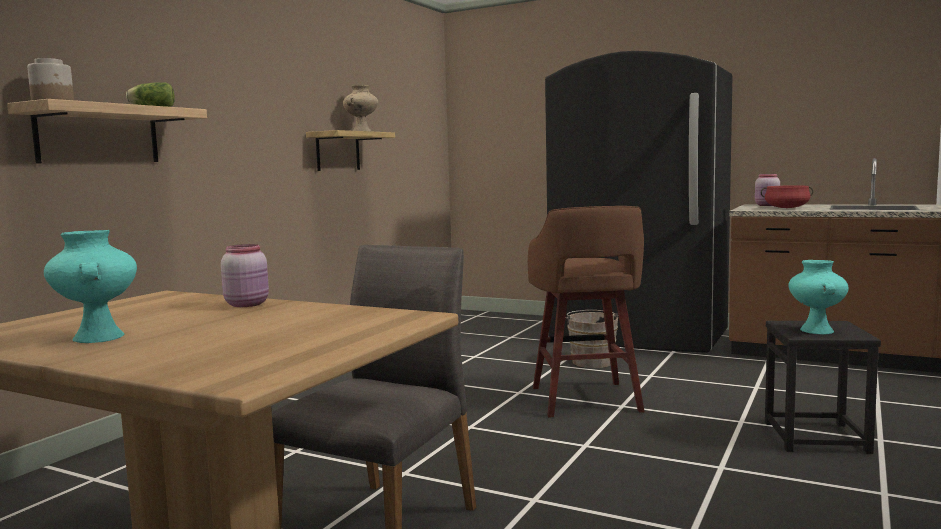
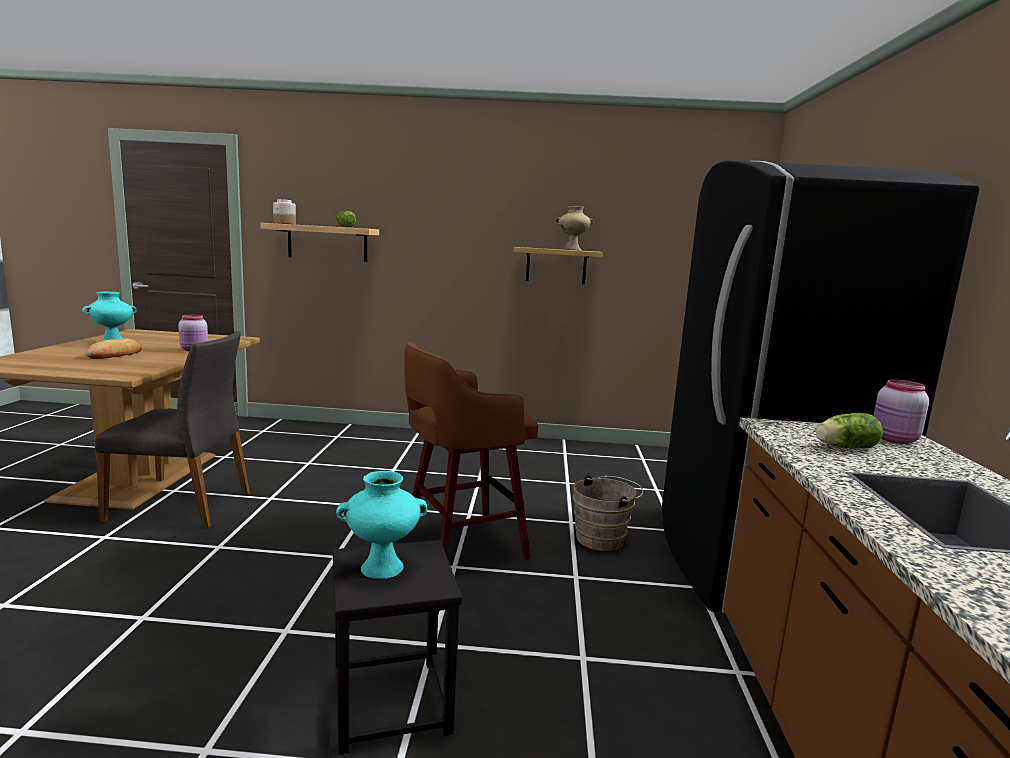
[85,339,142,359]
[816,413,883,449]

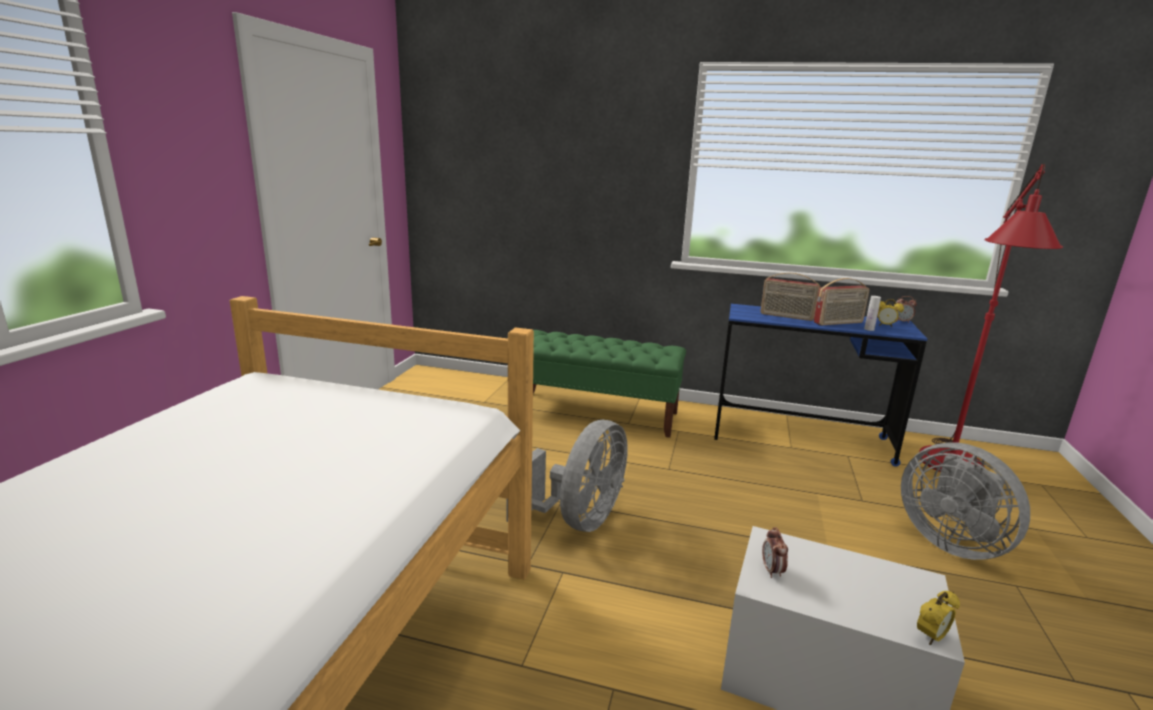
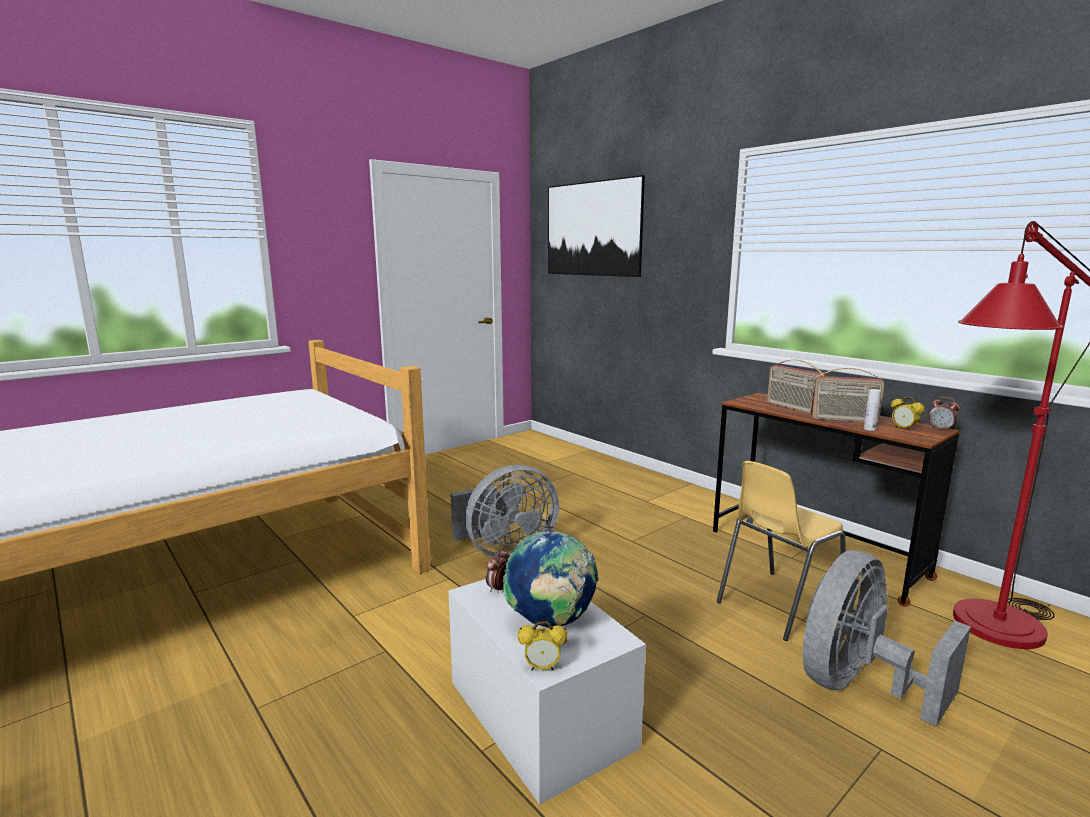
[503,531,599,628]
[548,175,645,277]
[713,393,960,607]
[717,461,846,641]
[802,550,971,727]
[533,330,686,438] (first image)

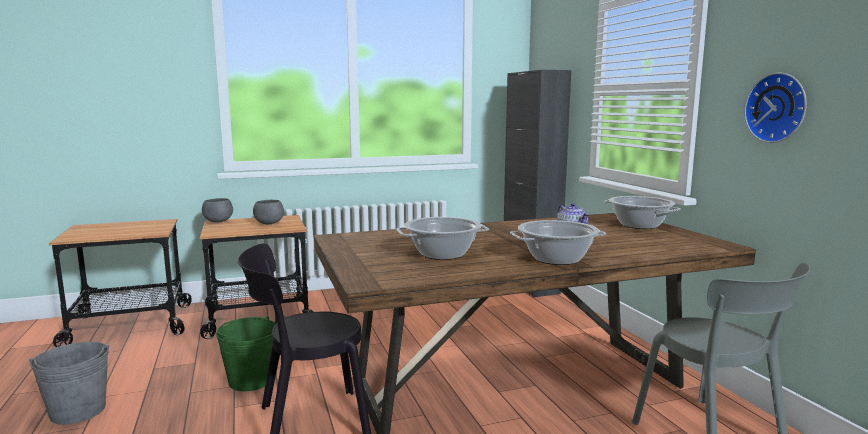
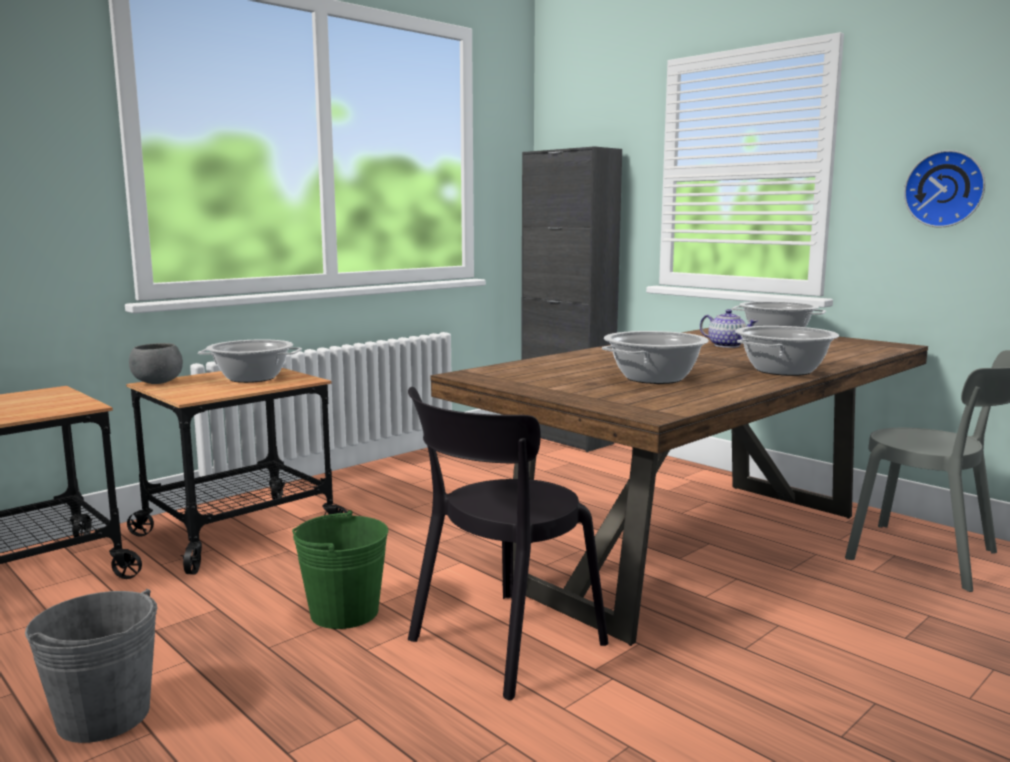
[198,339,302,383]

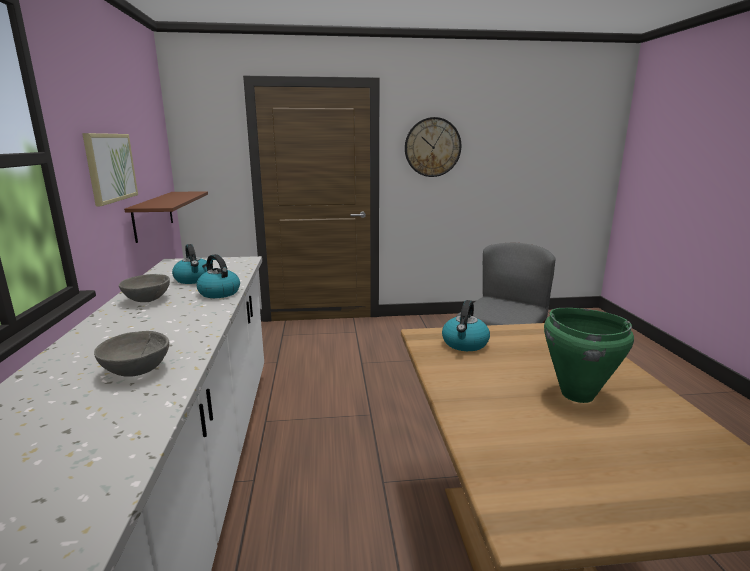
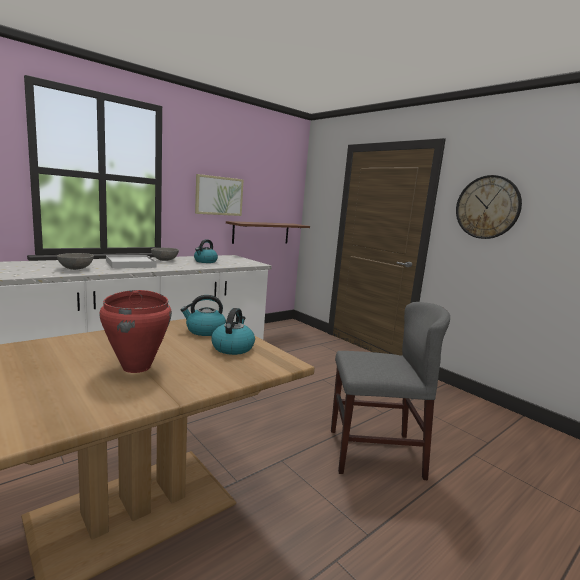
[99,290,172,373]
[106,255,156,268]
[211,308,255,355]

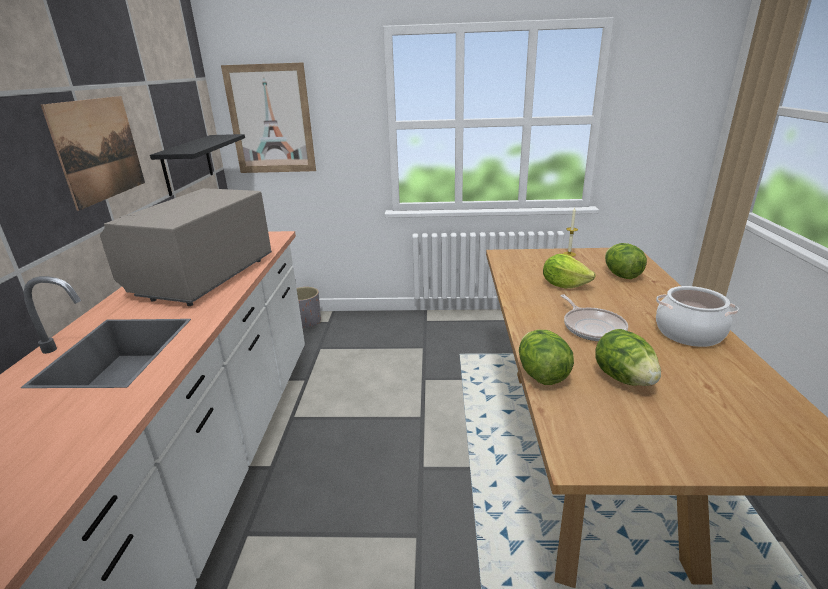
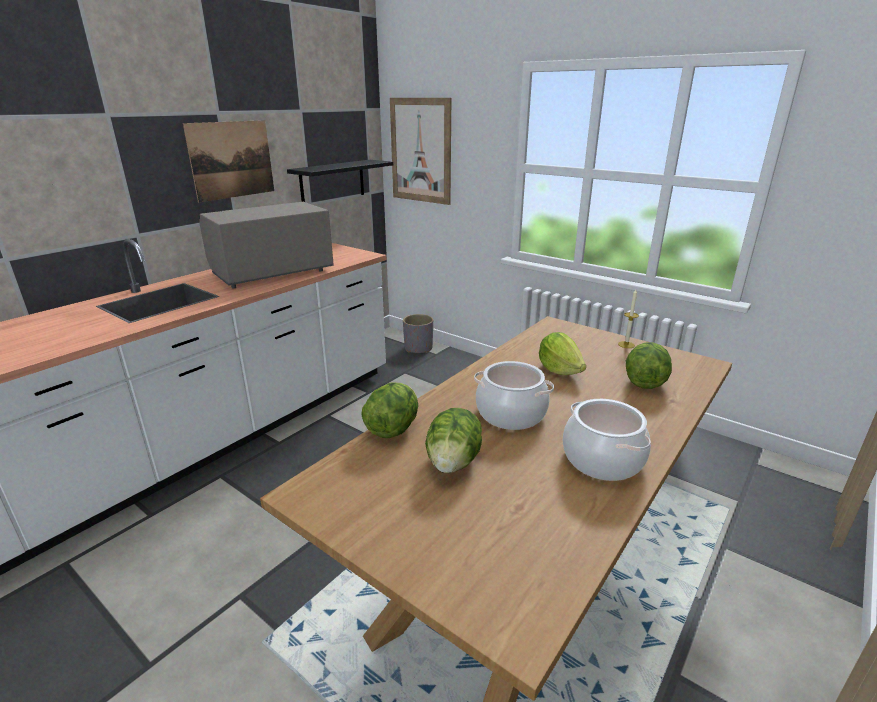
[474,361,554,430]

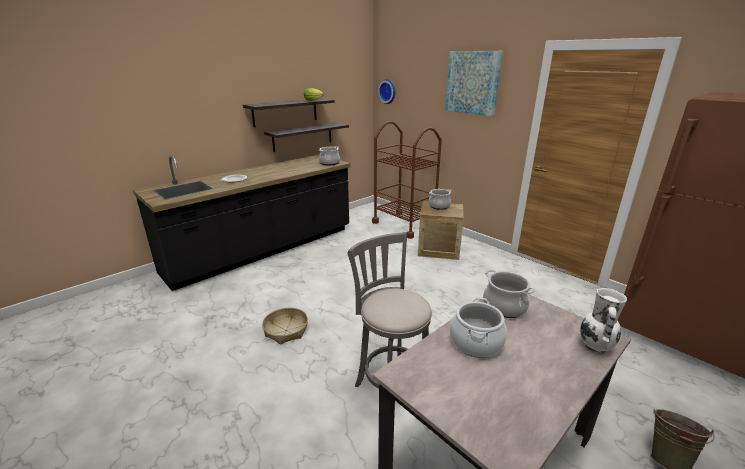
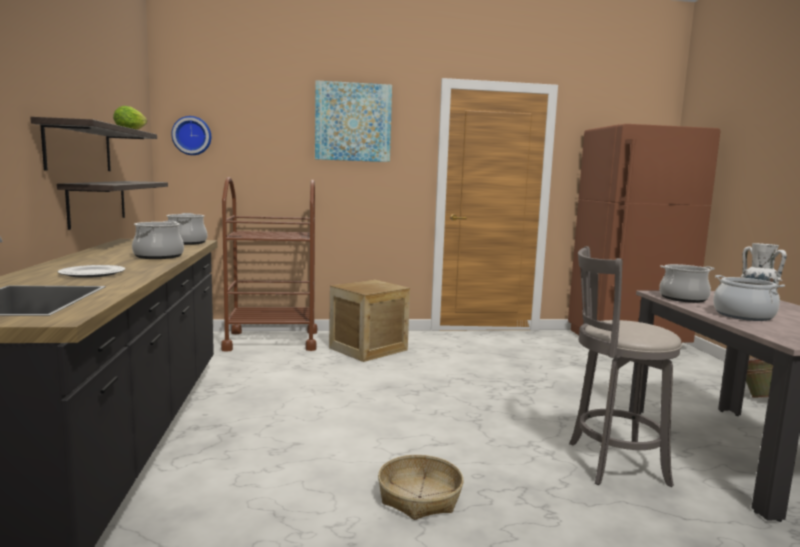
[132,221,184,259]

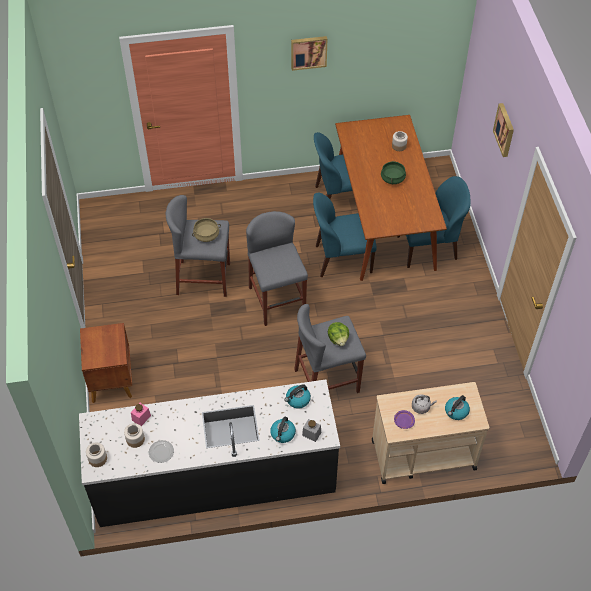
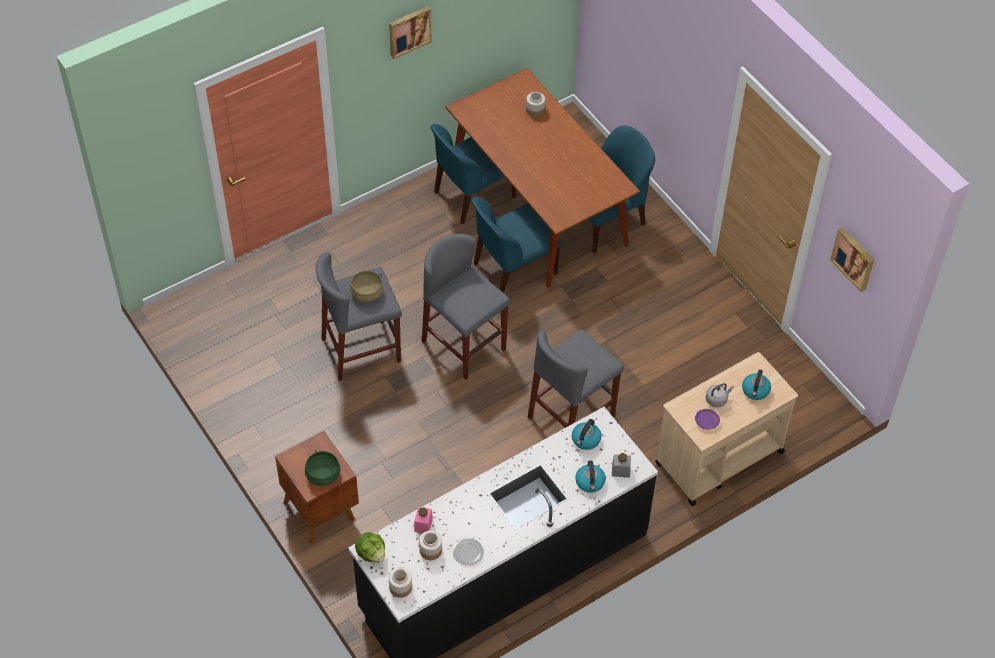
[305,450,341,486]
[355,532,385,563]
[830,228,874,292]

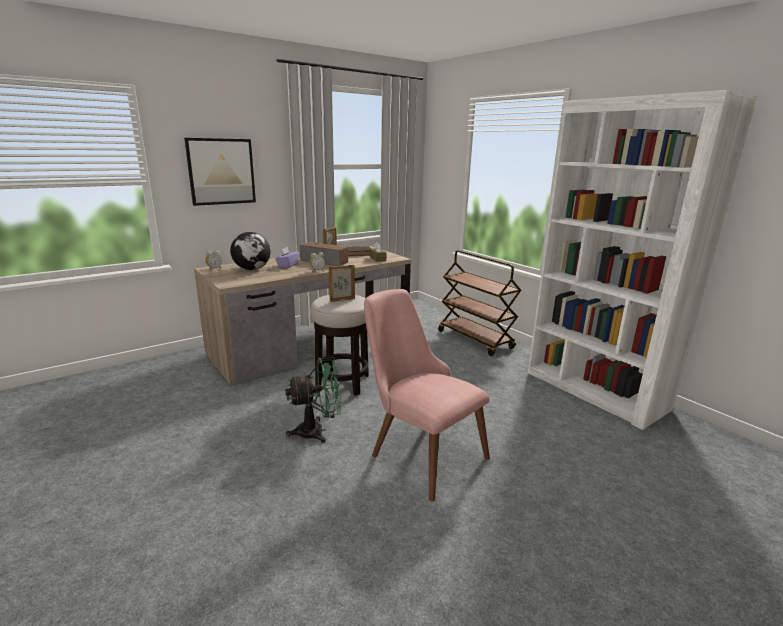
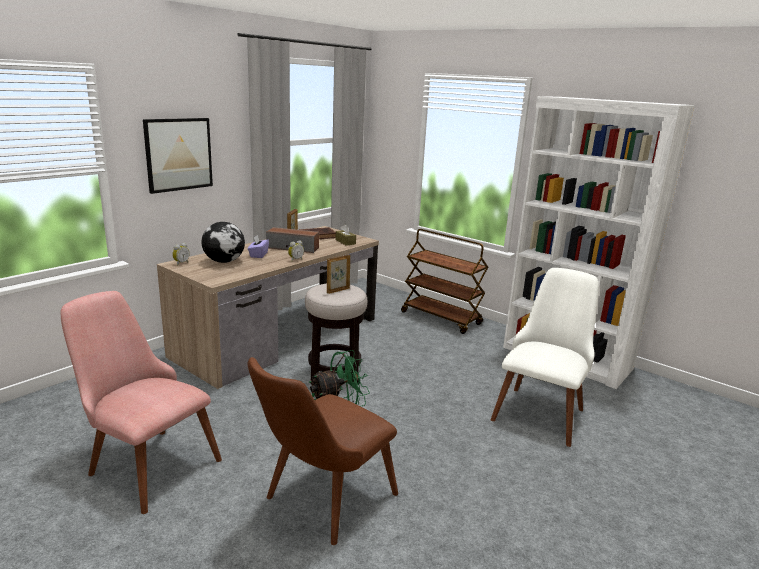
[60,291,222,514]
[248,357,398,545]
[491,268,599,447]

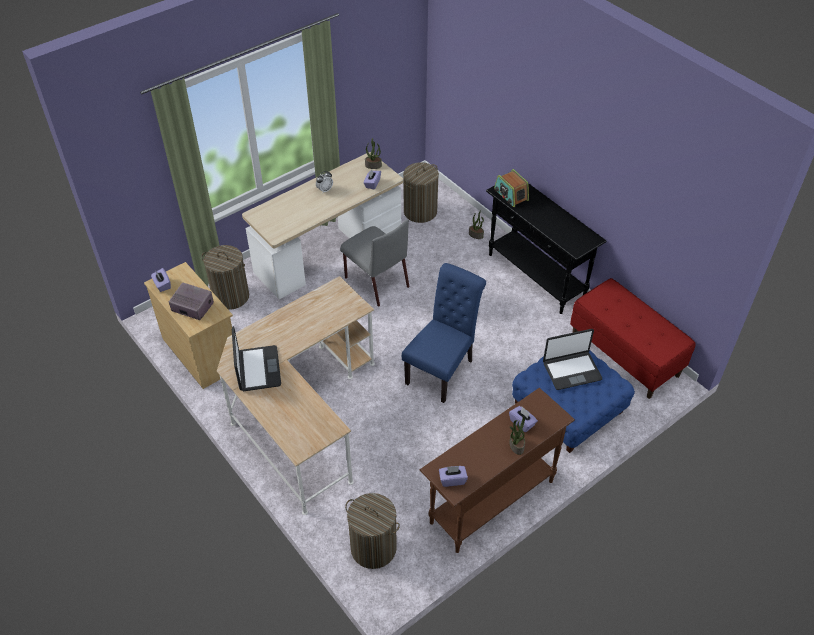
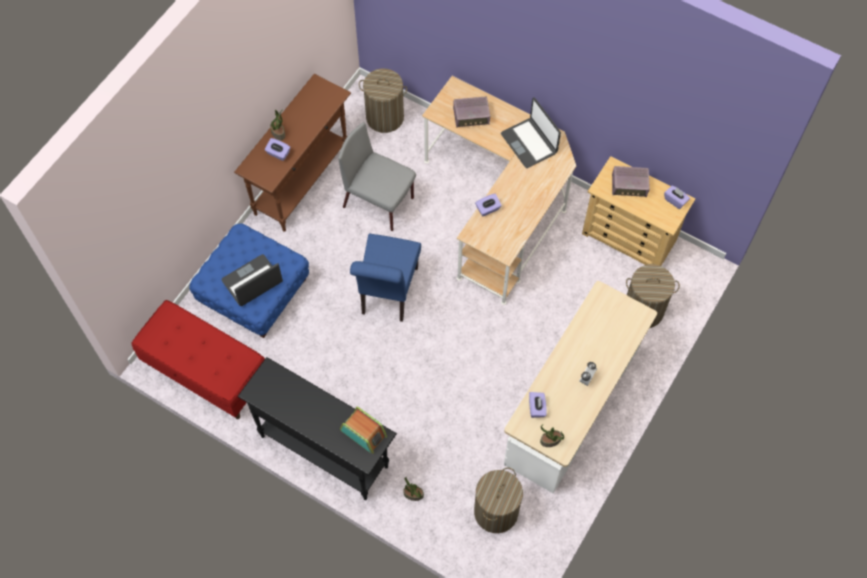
[338,122,416,231]
[453,97,490,128]
[475,194,502,216]

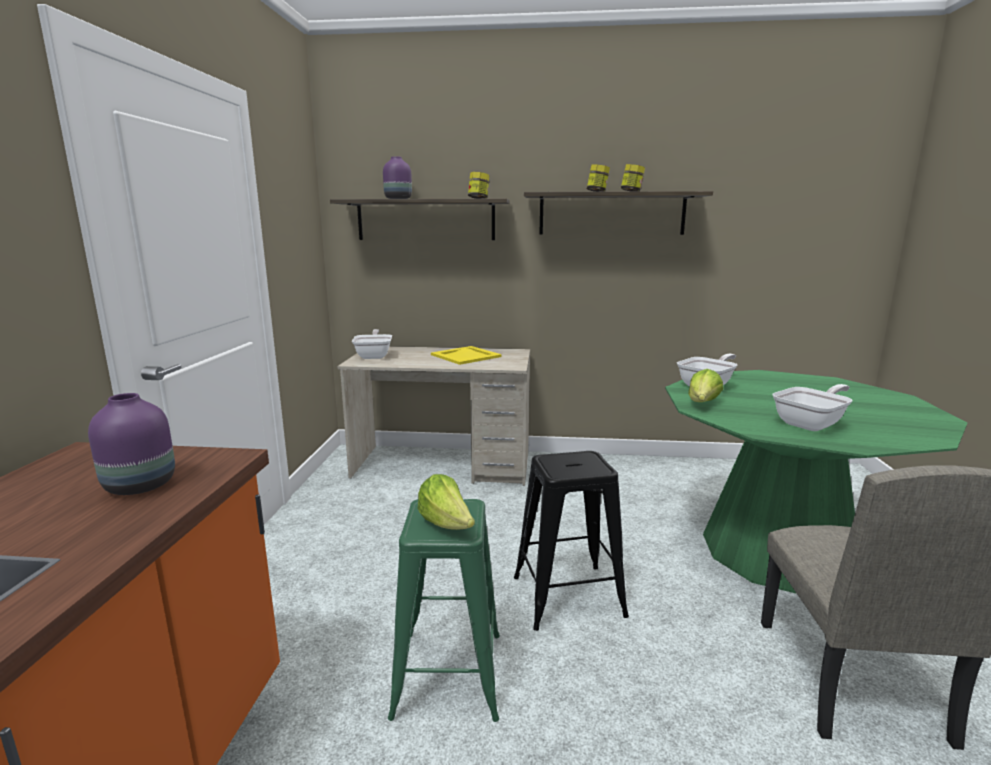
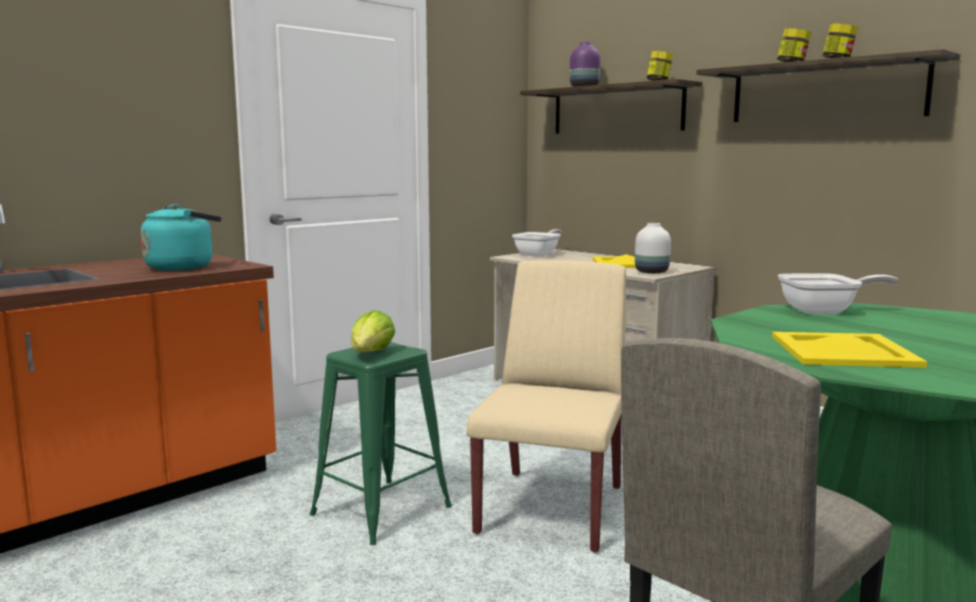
[141,204,221,271]
[467,260,626,553]
[635,223,671,273]
[772,332,928,368]
[688,369,724,402] (first image)

